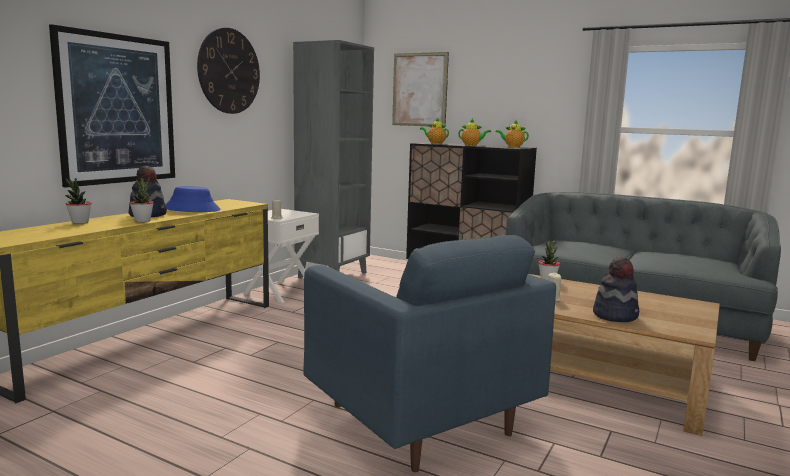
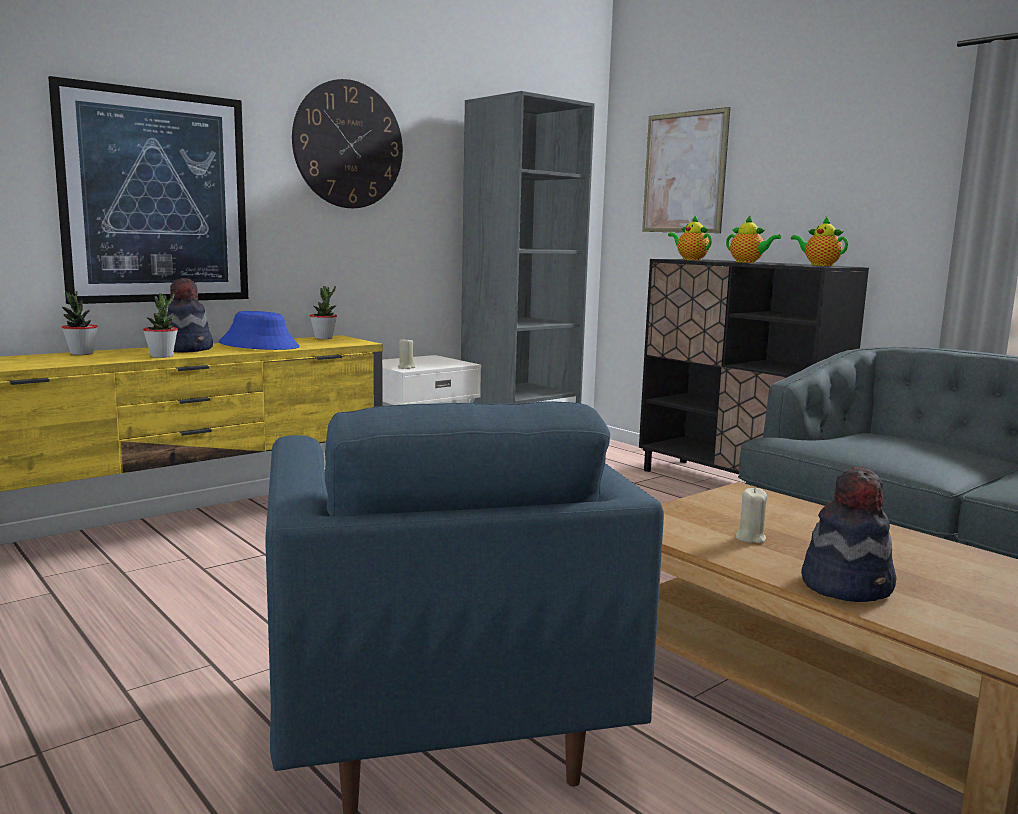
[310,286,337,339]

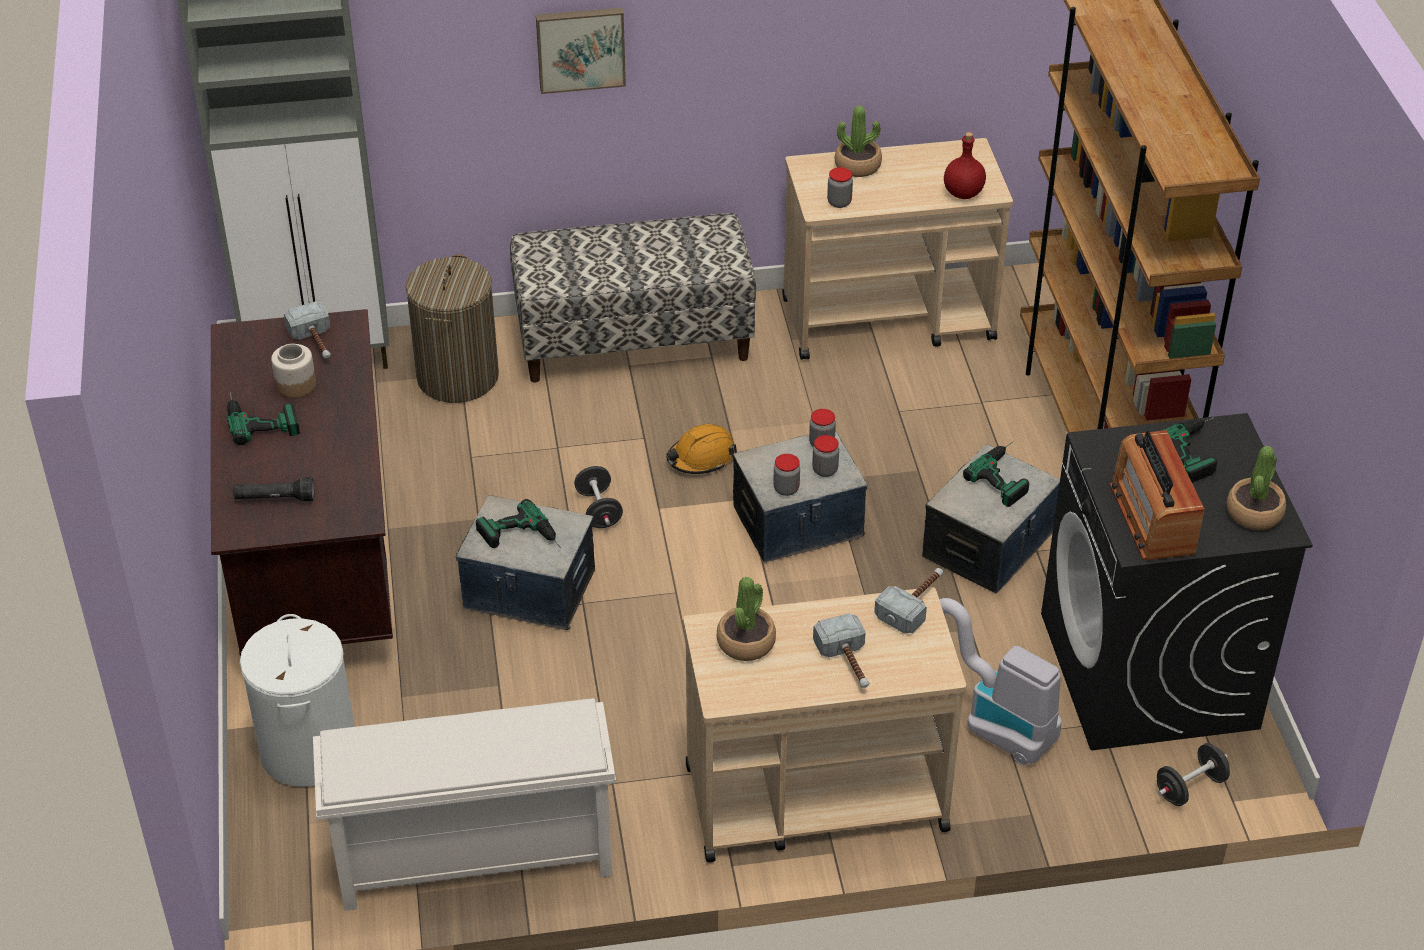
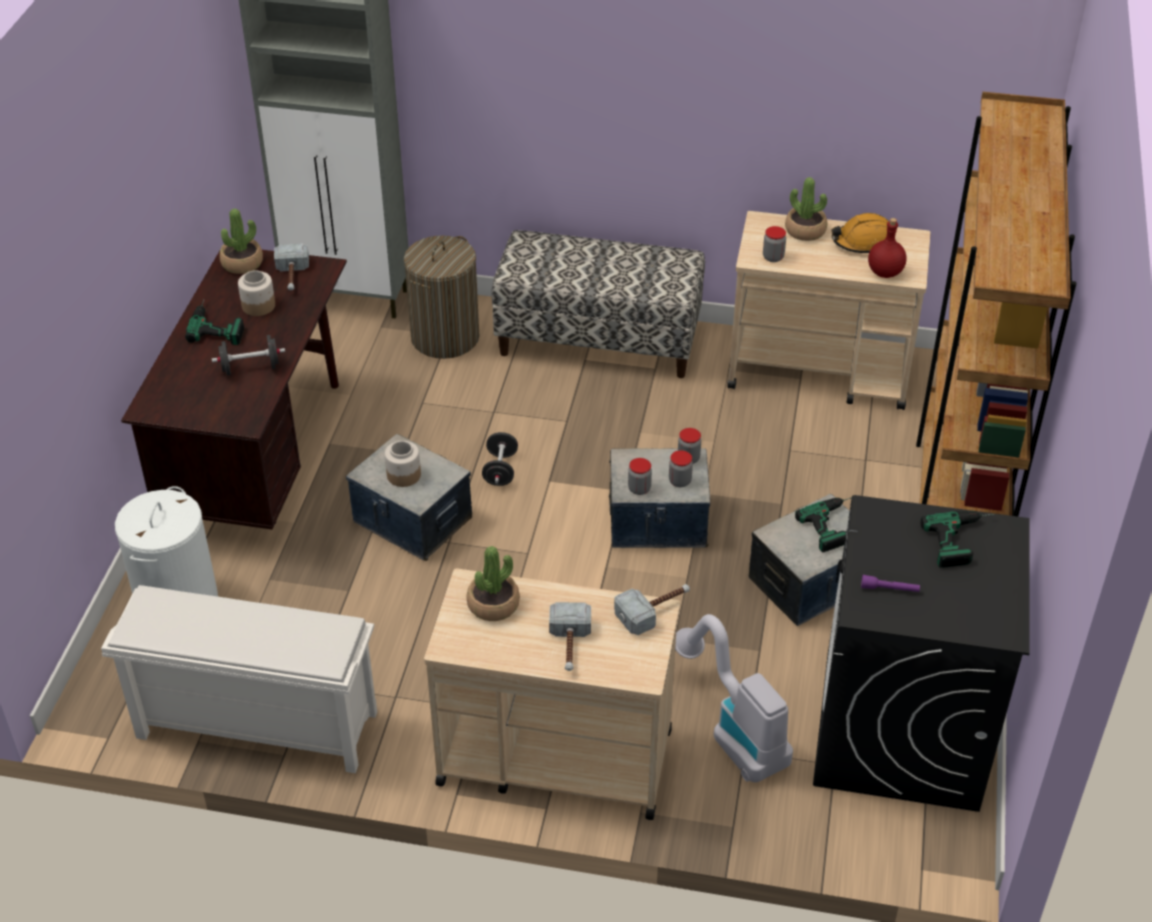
[212,335,285,376]
[220,208,263,274]
[385,441,421,487]
[831,213,889,253]
[861,575,920,592]
[233,477,314,501] (first image)
[536,8,626,94] (first image)

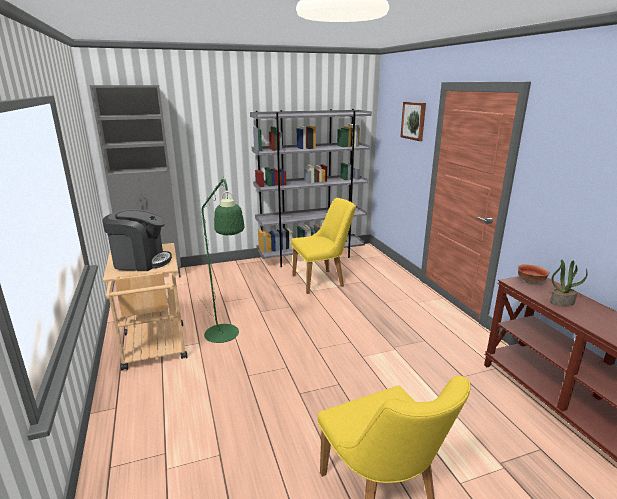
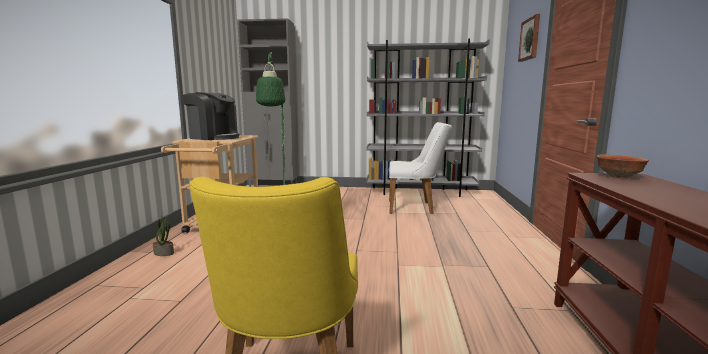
[153,216,174,256]
[389,122,452,214]

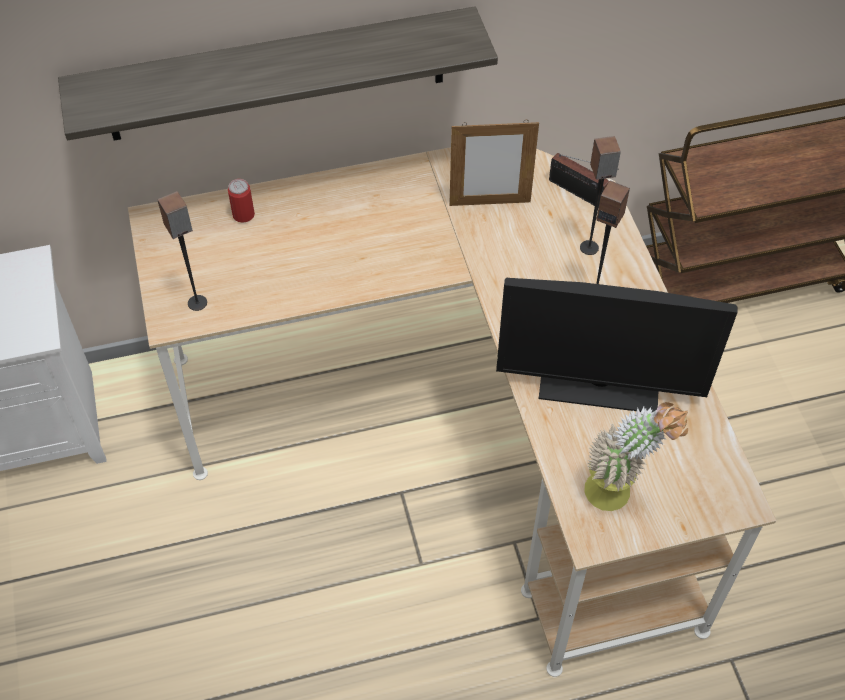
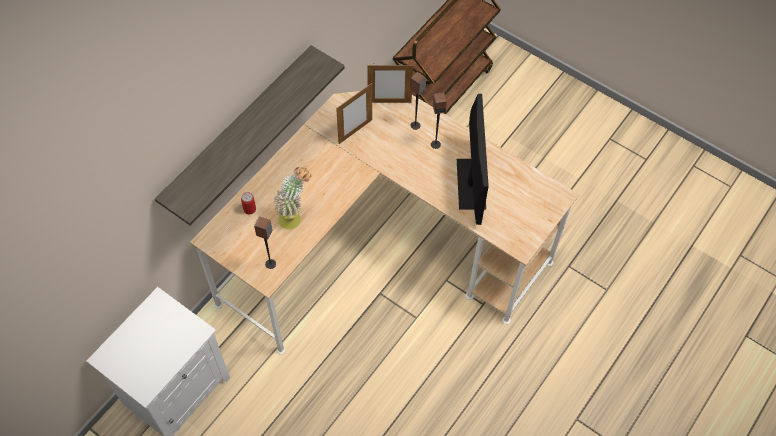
[274,166,311,230]
[367,64,413,103]
[457,94,489,225]

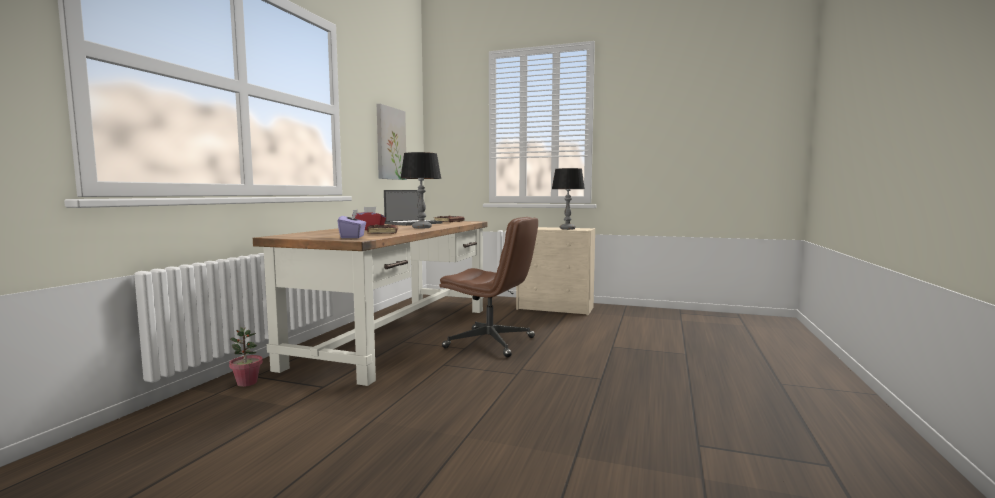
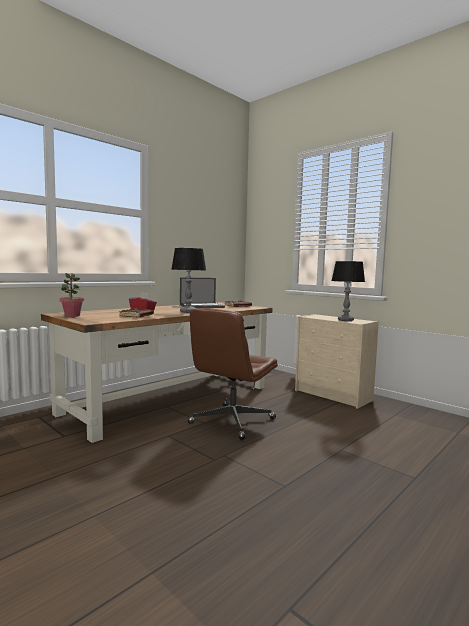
[60,273,84,317]
[188,308,278,440]
[337,210,366,238] (first image)
[377,104,407,180] (first image)

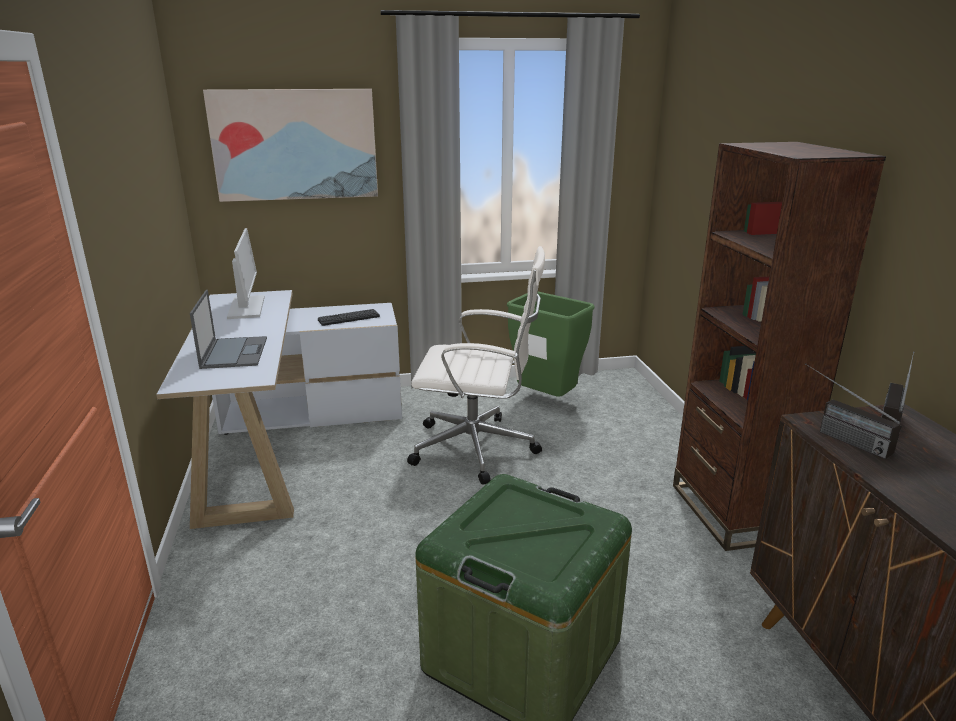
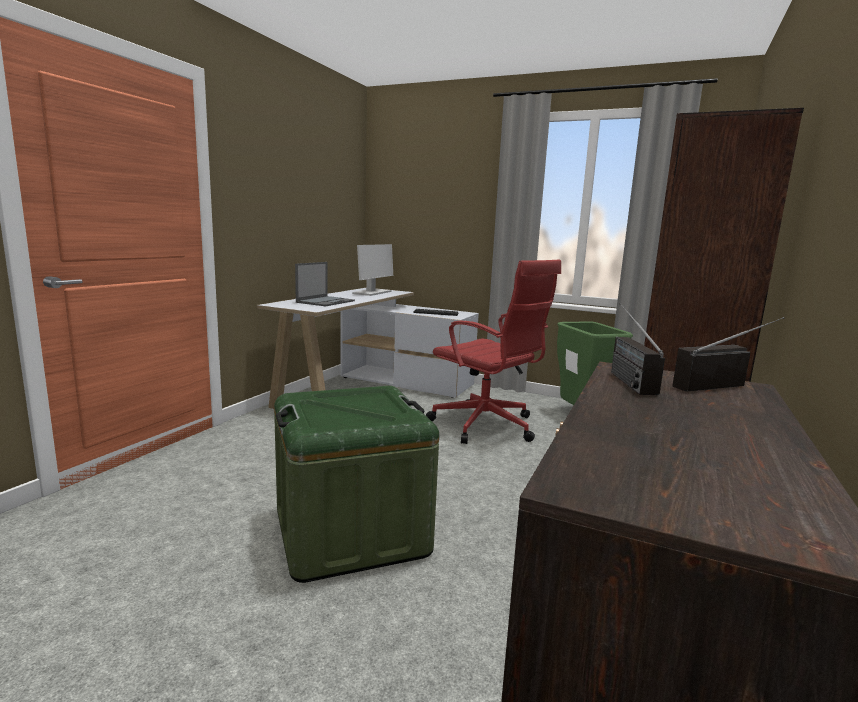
[426,260,561,444]
[203,89,378,202] (first image)

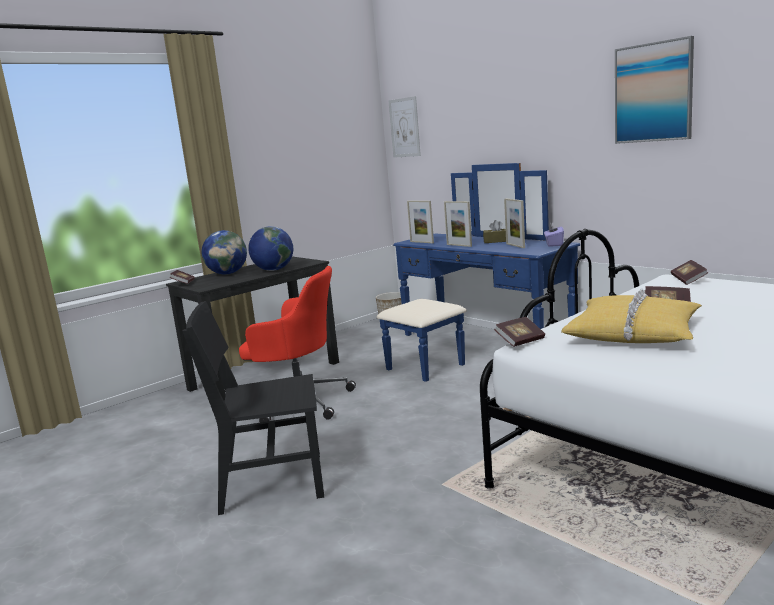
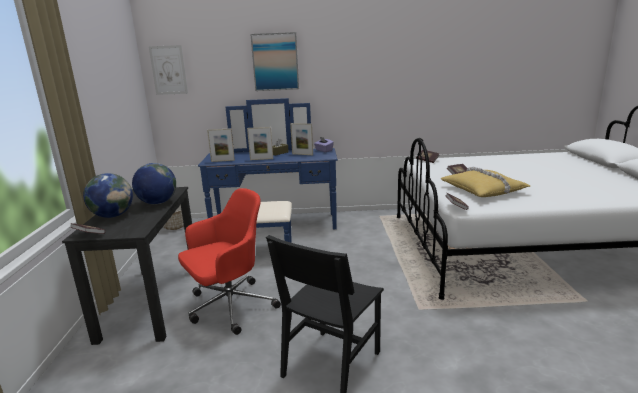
[250,32,299,91]

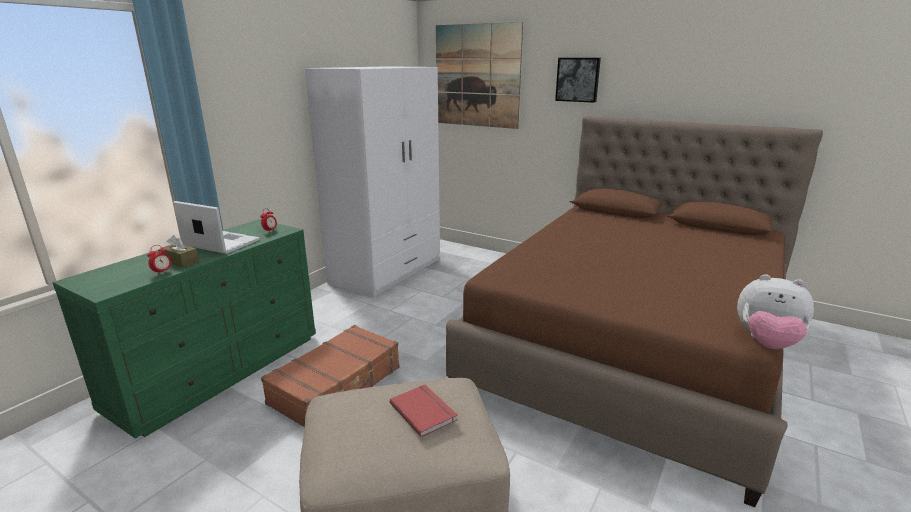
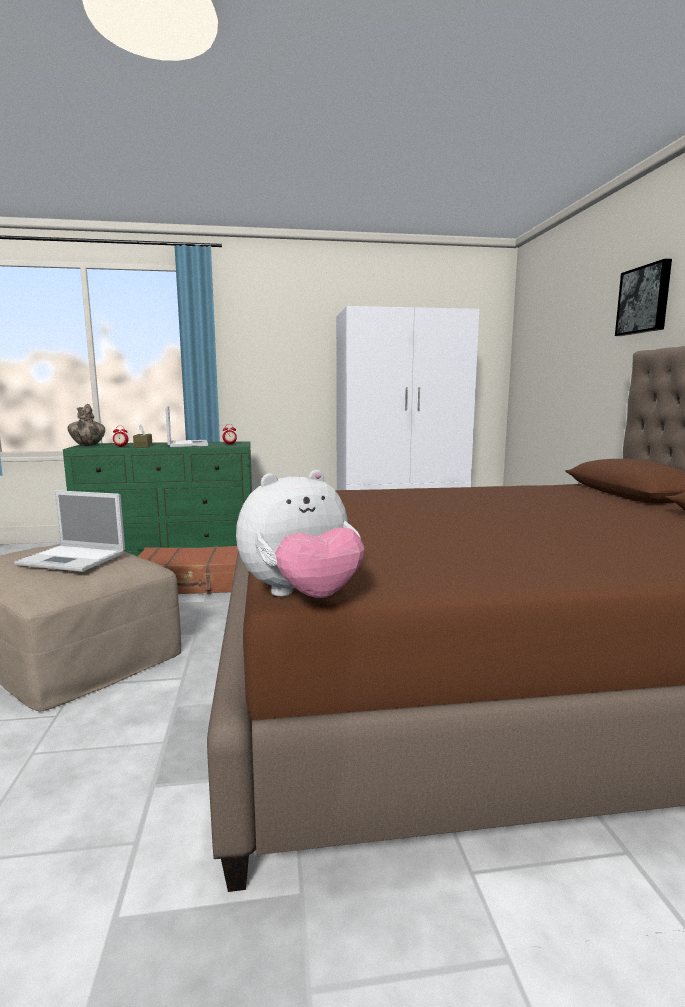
[14,490,125,572]
[68,404,105,446]
[236,470,364,598]
[436,22,523,129] (first image)

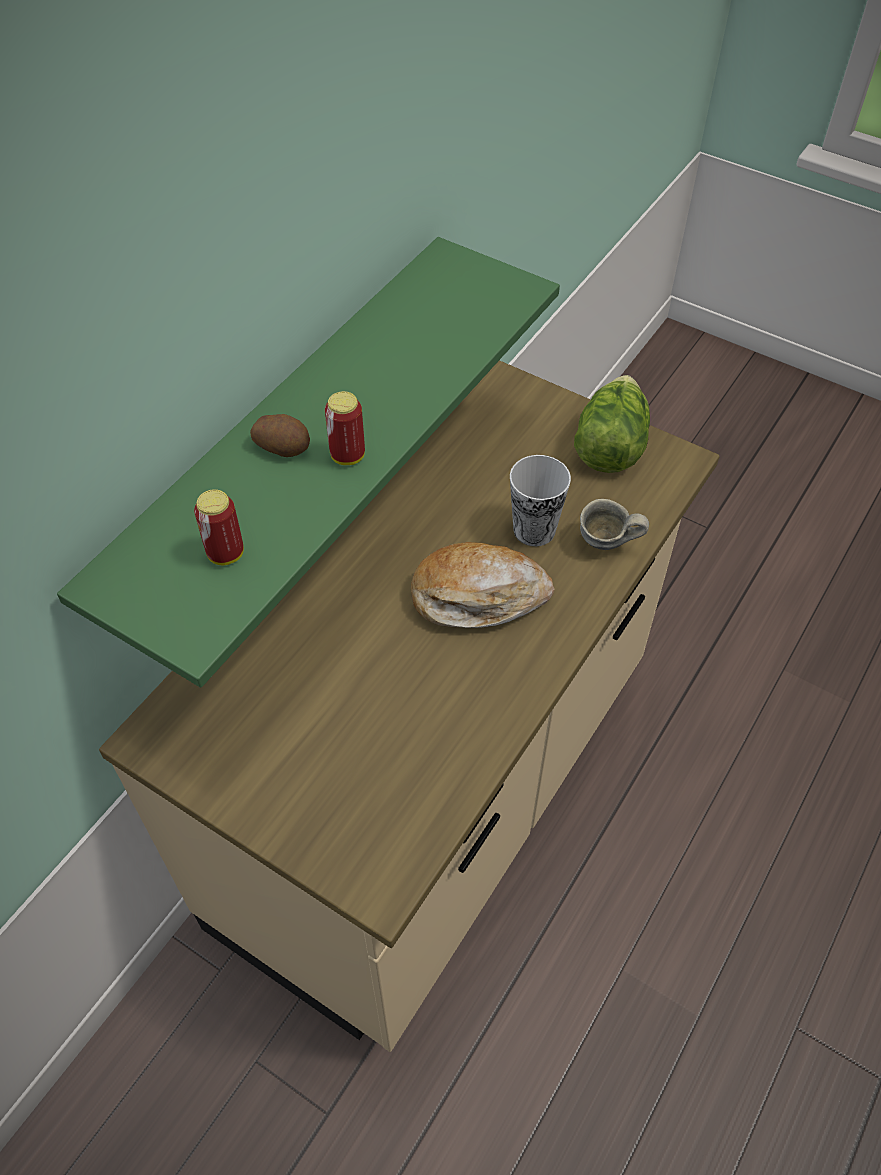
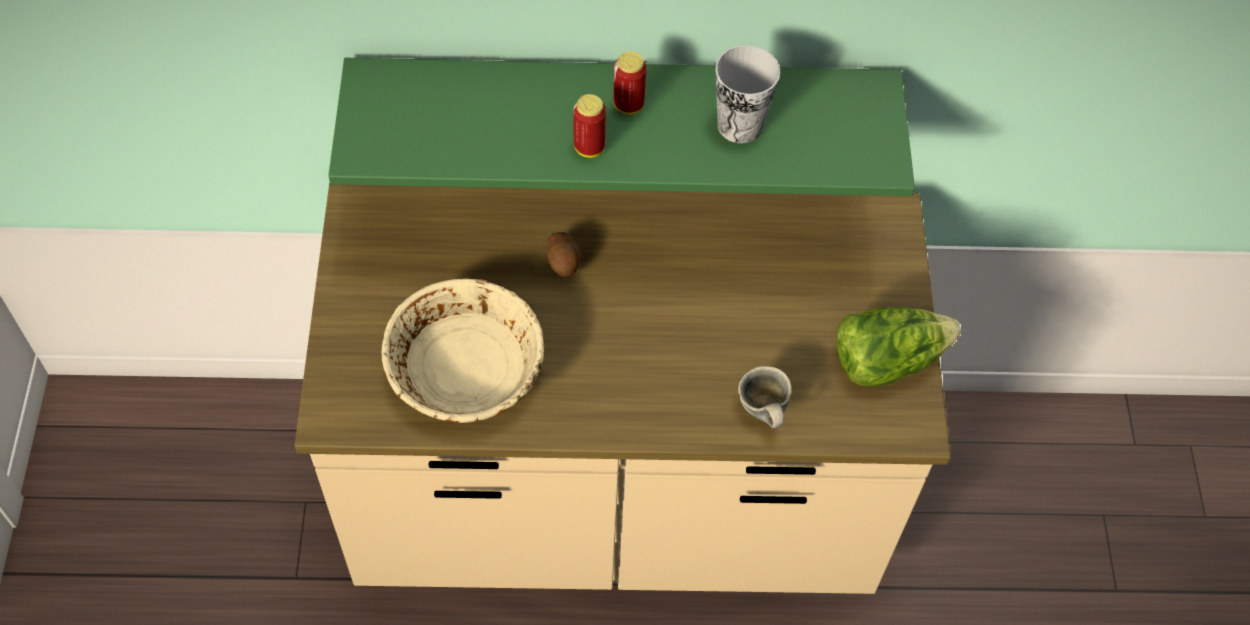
[381,279,545,423]
[547,232,581,278]
[613,52,646,115]
[716,45,780,143]
[411,542,555,628] (first image)

